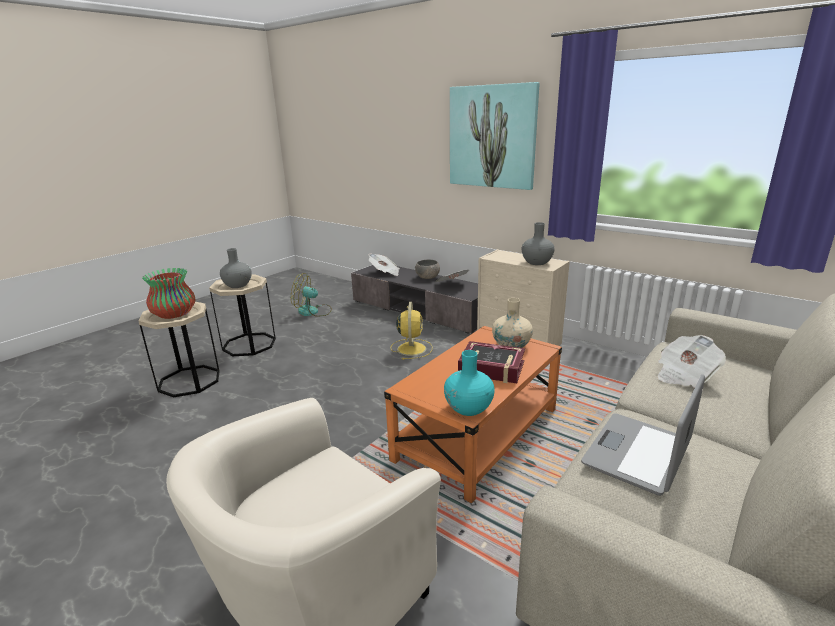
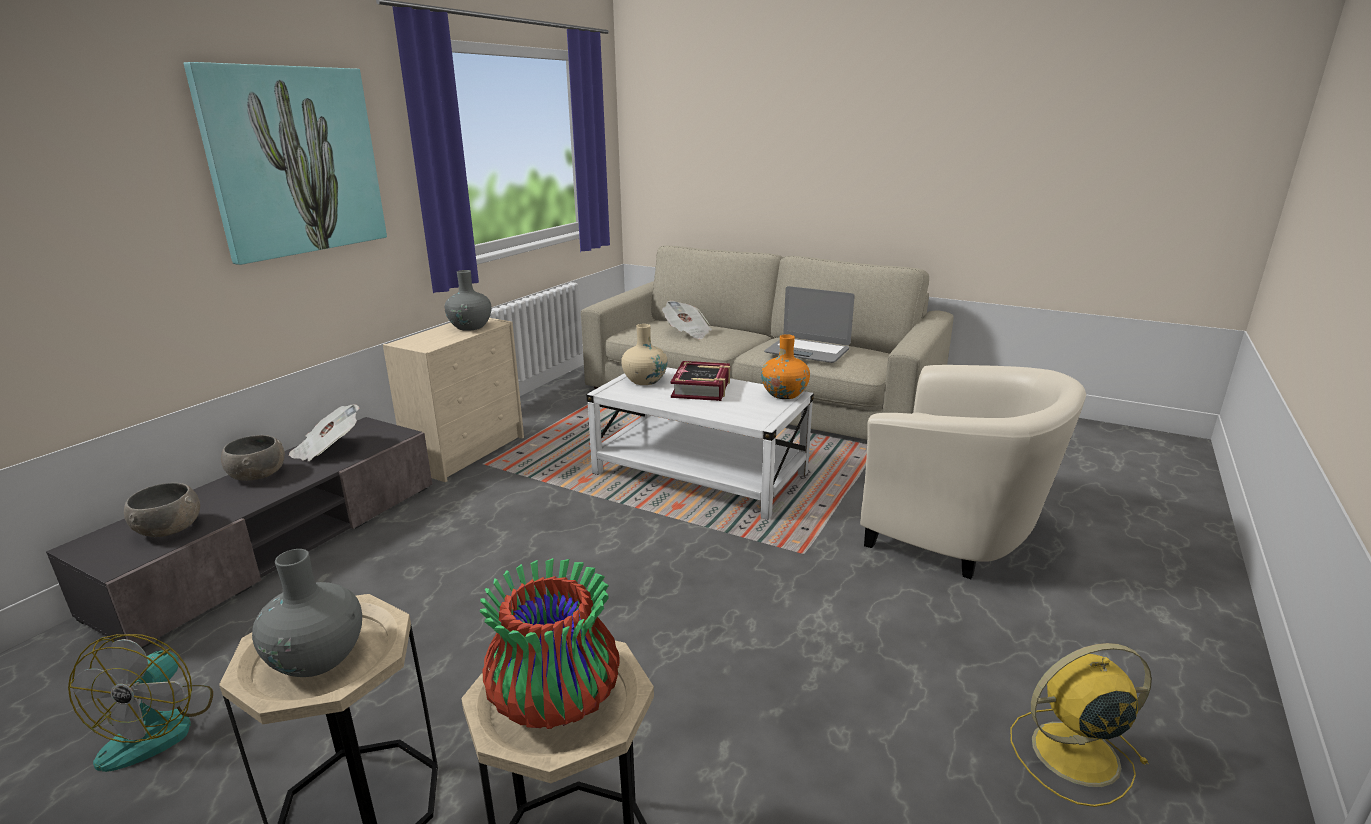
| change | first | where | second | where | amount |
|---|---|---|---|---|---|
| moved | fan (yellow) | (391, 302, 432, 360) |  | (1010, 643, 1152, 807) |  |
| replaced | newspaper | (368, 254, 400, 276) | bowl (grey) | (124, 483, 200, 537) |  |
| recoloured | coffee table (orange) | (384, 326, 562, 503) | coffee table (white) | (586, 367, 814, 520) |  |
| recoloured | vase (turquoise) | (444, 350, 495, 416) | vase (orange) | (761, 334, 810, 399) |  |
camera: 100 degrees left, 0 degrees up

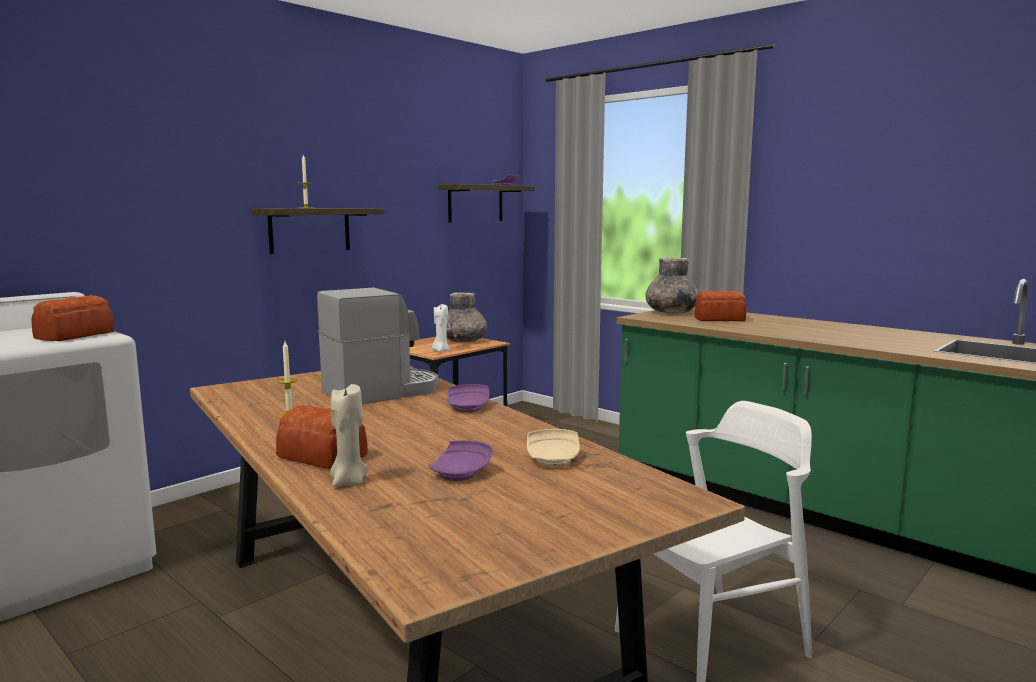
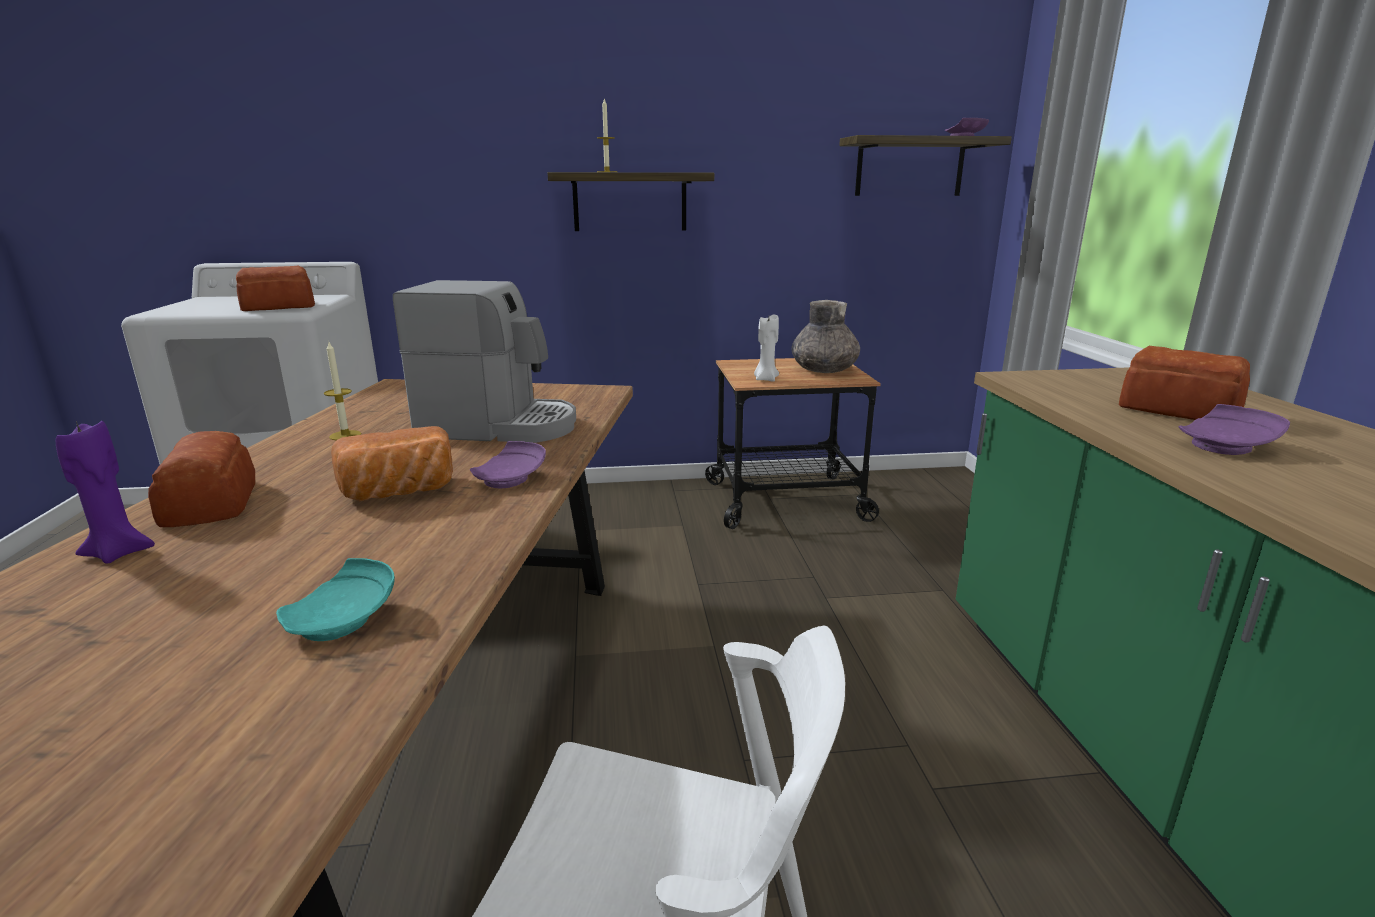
| change | first | where | second | where | amount |
|---|---|---|---|---|---|
| removed | vase (grey) | (645, 258, 699, 314) |  |  |  |
| added |  |  | bread | (331, 426, 453, 501) |  |
| moved | plate (purple) | (429, 440, 493, 481) |  | (1178, 404, 1290, 455) |  |
| recoloured | candle (beige) | (330, 384, 369, 487) | candle (purple) | (56, 421, 155, 564) |  |
| recoloured | plate (beige) | (527, 429, 580, 468) | plate (turquoise) | (276, 558, 395, 641) |  |
camera: 40 degrees right, 10 degrees up

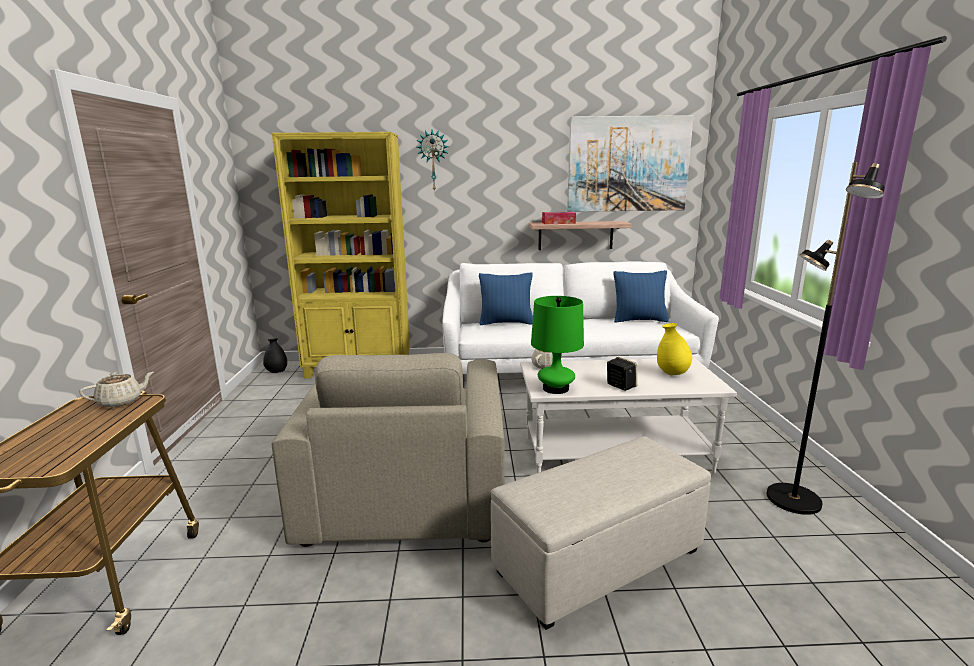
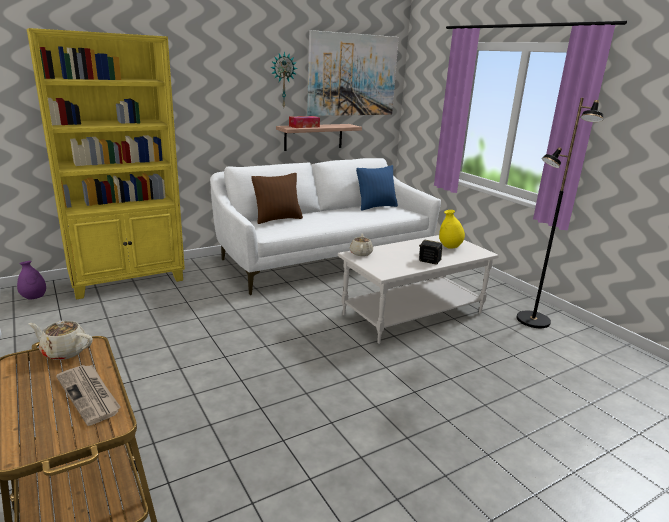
| change | first | where | second | where | amount |
|---|---|---|---|---|---|
| removed | armchair (beige) | (272, 353, 505, 547) |  |  |  |
| removed | ottoman (beige) | (491, 436, 711, 630) |  |  |  |
| removed | table lamp (green) | (531, 296, 584, 394) |  |  |  |
| added |  |  | newspaper | (56, 365, 121, 426) |  |
| moved | wall clock | (417, 130, 449, 192) |  | (270, 52, 298, 107) |  |
| recoloured | vase (black) | (263, 338, 287, 373) | vase (purple) | (17, 261, 46, 300) |  |
| recoloured | pillow (blue) | (479, 272, 533, 325) | pillow (brown) | (251, 173, 303, 224) |  |
| turned | teapot (beige) | (79, 372, 154, 407) |  | (28, 321, 93, 360) | 105 degrees counterclockwise |
camera: 30 degrees left, 5 degrees up

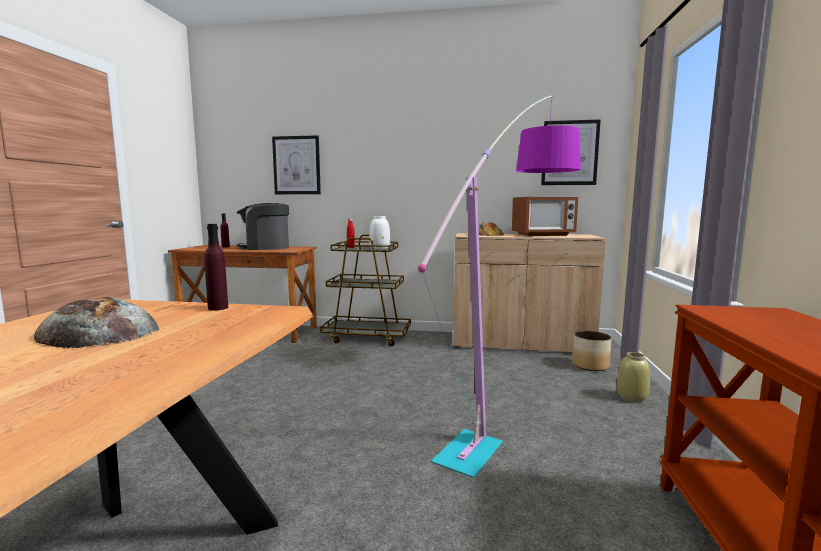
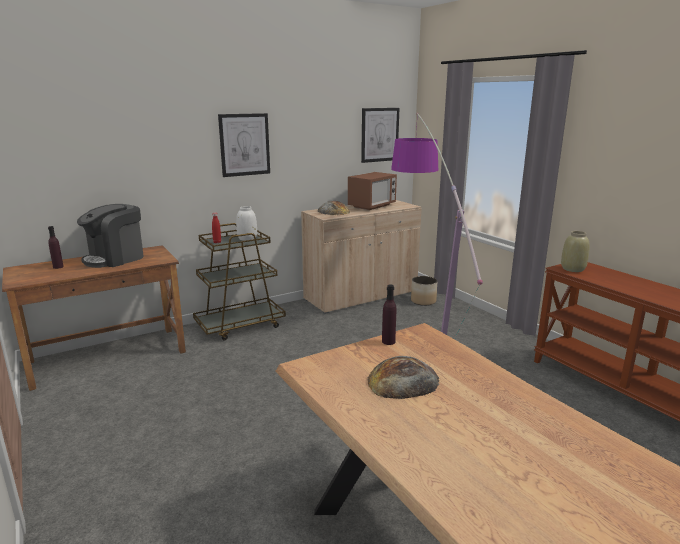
| change | first | where | second | where | amount |
|---|---|---|---|---|---|
| moved | picture | (272, 135, 321, 194) |  | (218, 113, 270, 177) |  |
| moved | vase (beige) | (617, 352, 650, 402) |  | (561, 231, 590, 272) |  |
camera: 40 degrees left, 10 degrees up

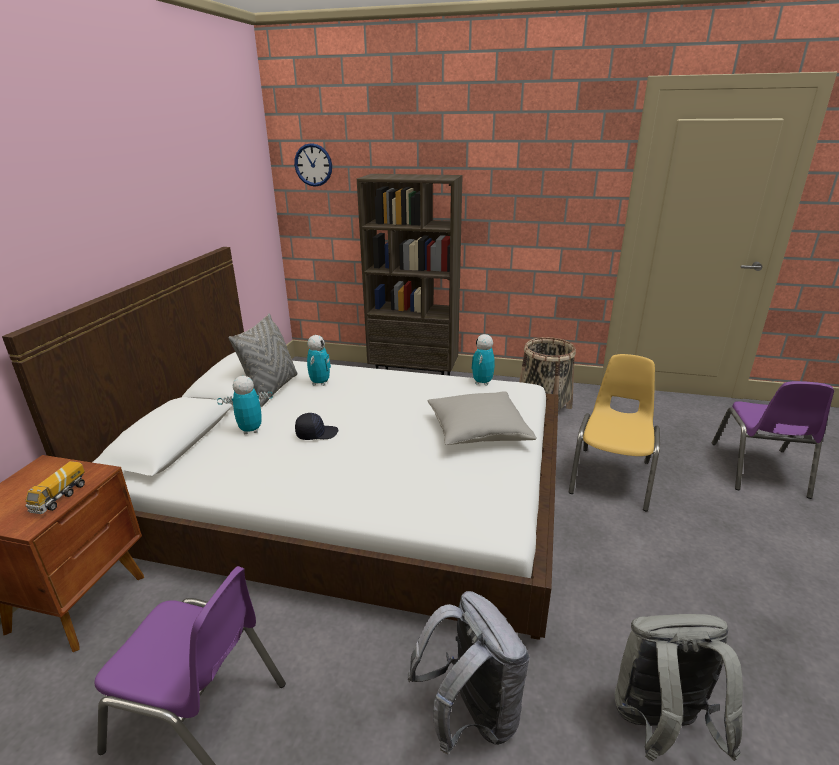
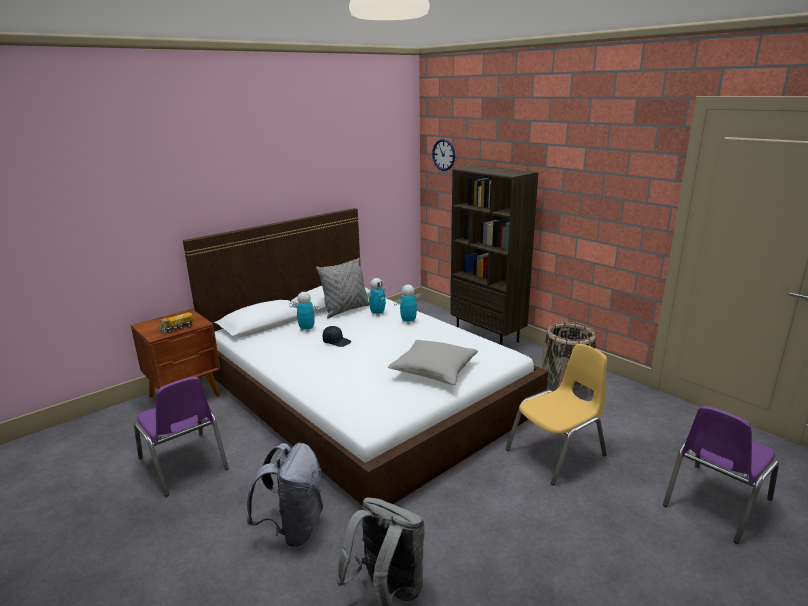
| change | first | where | second | where | amount |
|---|---|---|---|---|---|
| moved | toy robot | (471, 334, 495, 386) |  | (394, 285, 422, 324) |  |
camera: 35 degrees right, 5 degrees down

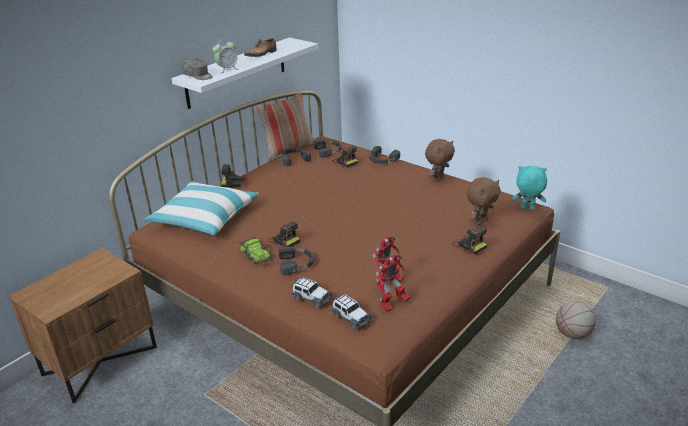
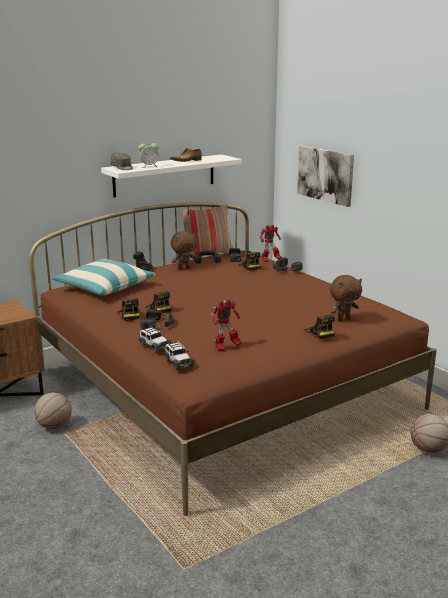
| change | first | where | second | where | amount |
|---|---|---|---|---|---|
| removed | plush toy (turquoise) | (512, 166, 547, 210) |  |  |  |
| added |  |  | basketball | (34, 393, 72, 429) |  |
| added |  |  | picture | (297, 146, 354, 207) |  |
| moved | toy robot | (376, 254, 410, 312) |  | (260, 224, 282, 262) |  |
| moved | plush toy (brown) | (425, 139, 455, 182) |  | (171, 231, 196, 270) |  |
| replaced | toy car | (238, 237, 274, 267) | photo camera | (117, 298, 140, 321) |  |
camera: 15 degrees right, 10 degrees down

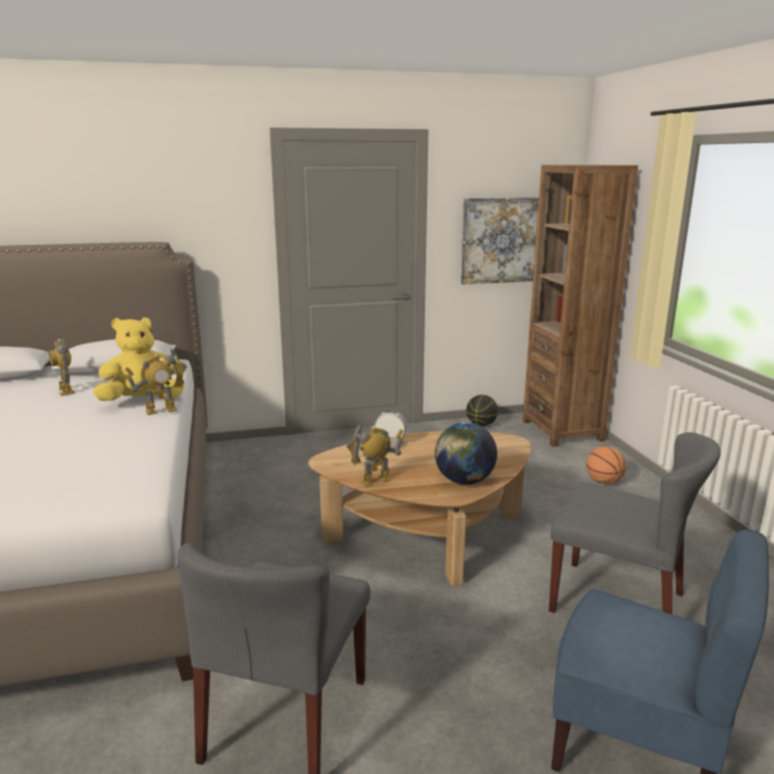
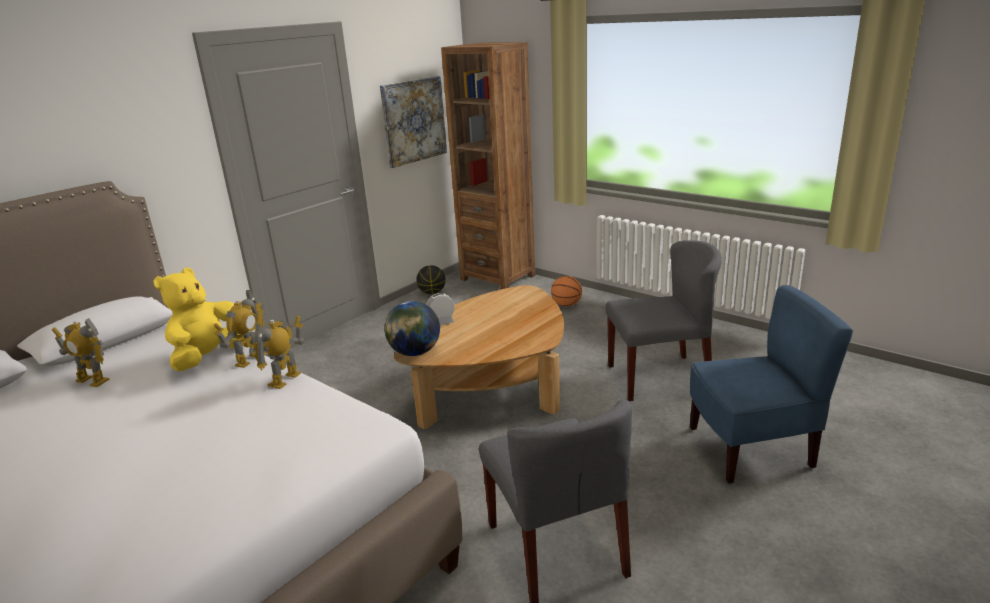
| change | first | where | second | where | amount |
|---|---|---|---|---|---|
| moved | toy robot | (346, 424, 404, 487) |  | (249, 316, 304, 389) |  |
| moved | globe | (435, 422, 497, 485) |  | (385, 301, 440, 356) |  |
camera: 35 degrees left, 5 degrees up

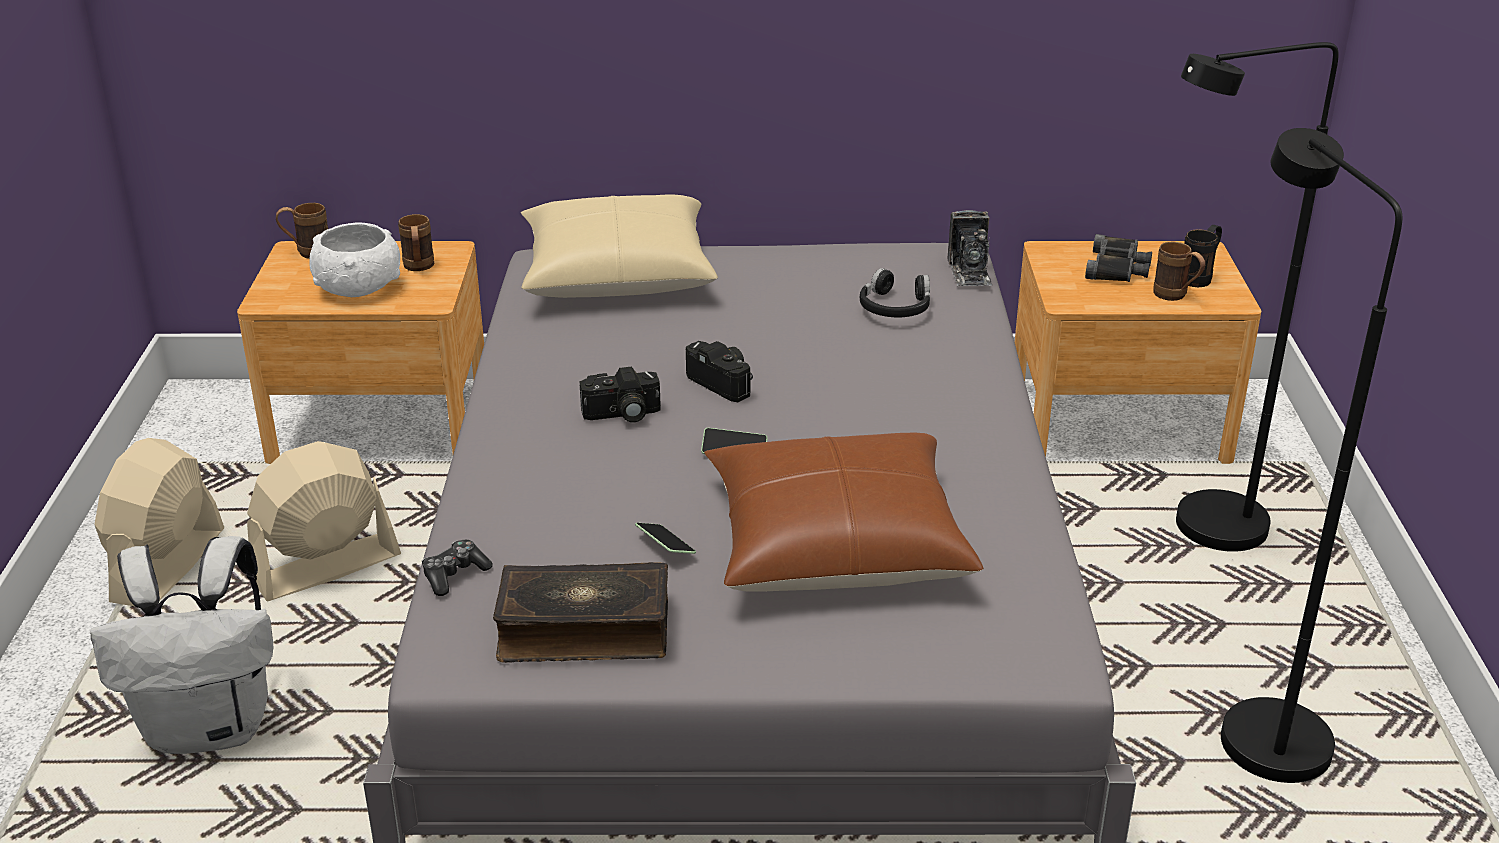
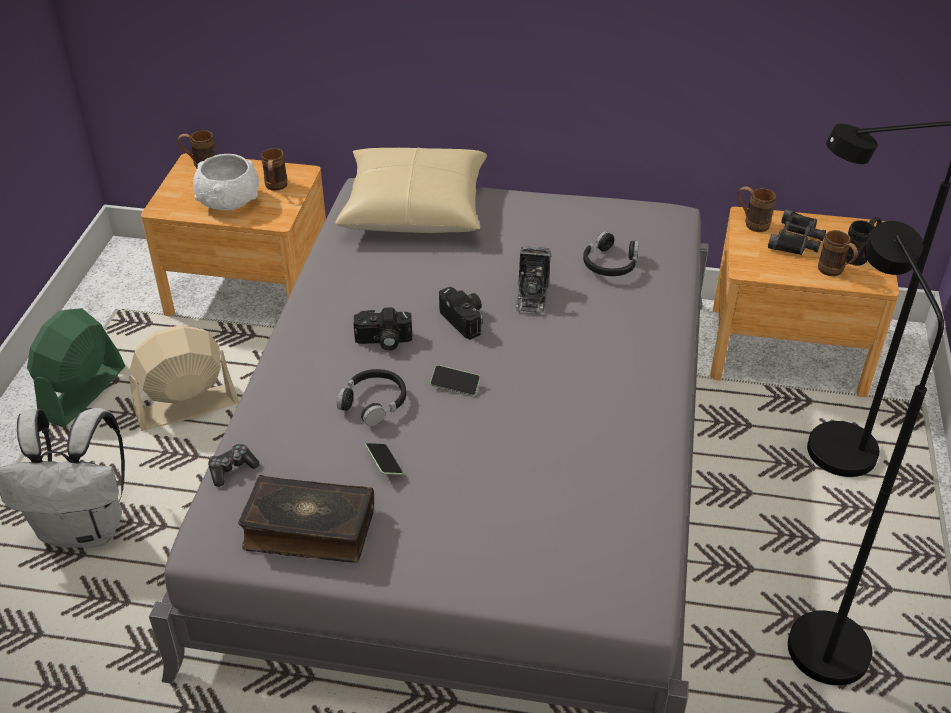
| change | first | where | second | where | amount |
|---|---|---|---|---|---|
| removed | pillow (brown) | (704, 433, 984, 592) |  |  |  |
| added |  |  | headphones (black) | (337, 369, 406, 426) |  |
| added |  |  | mug (brown) | (737, 186, 776, 232) |  |
| moved | photo camera | (947, 210, 992, 286) |  | (515, 246, 551, 314) |  |
| recoloured | fan (beige) | (94, 438, 224, 606) | fan (green) | (27, 308, 125, 428) |  |
camera: 10 degrees right, 10 degrees up

